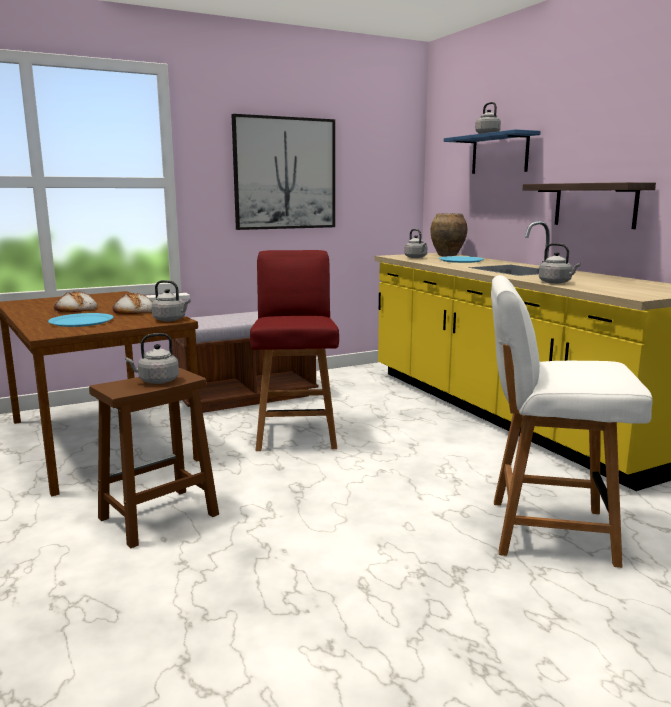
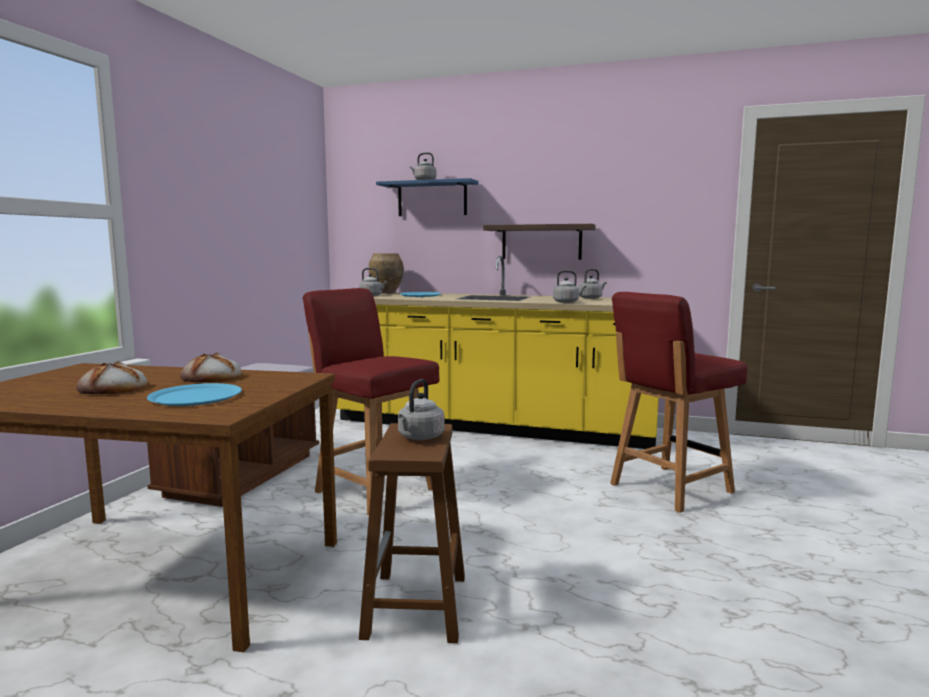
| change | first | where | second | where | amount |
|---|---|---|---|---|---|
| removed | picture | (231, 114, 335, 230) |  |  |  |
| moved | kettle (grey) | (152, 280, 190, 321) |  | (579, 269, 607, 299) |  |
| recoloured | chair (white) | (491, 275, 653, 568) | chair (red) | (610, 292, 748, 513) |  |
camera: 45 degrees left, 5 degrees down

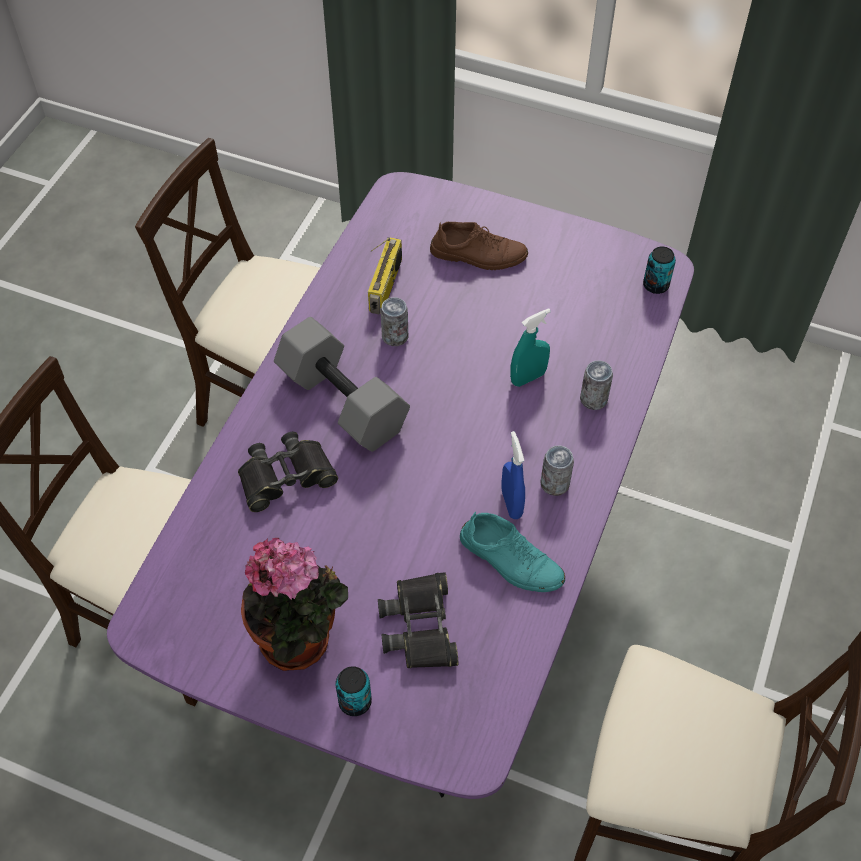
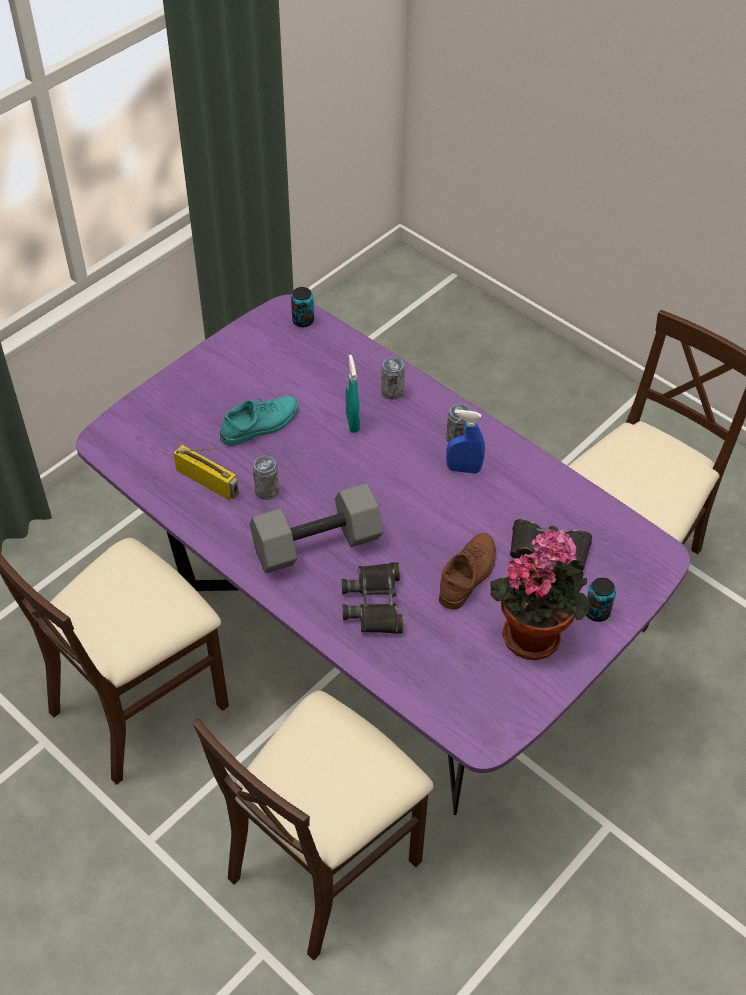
| change | first | where | second | where | amount |
|---|---|---|---|---|---|
| moved | shoe (brown) | (430, 222, 528, 270) |  | (439, 533, 496, 609) |  |
| moved | shoe (turquoise) | (460, 512, 565, 592) |  | (220, 396, 298, 446) |  |
camera: 70 degrees left, 5 degrees down

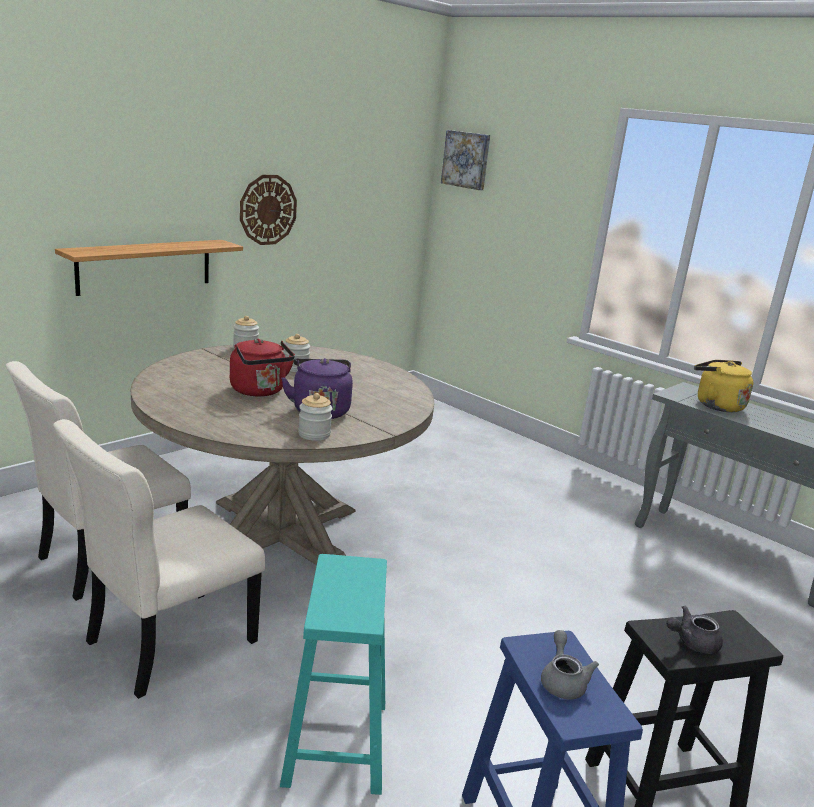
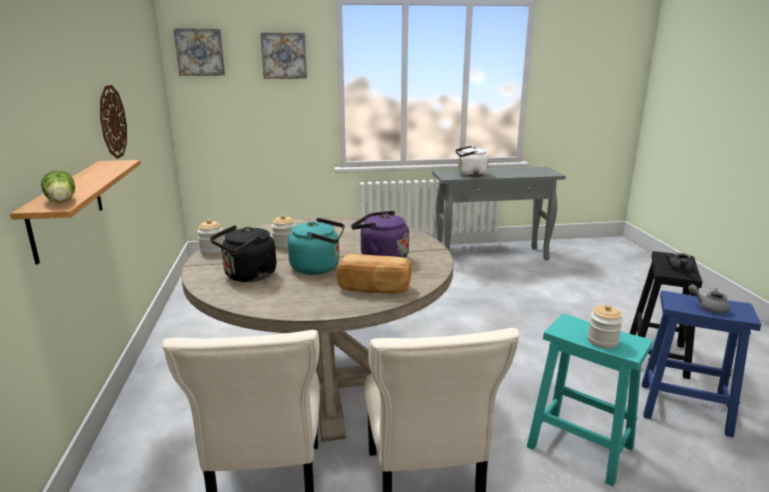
| change | first | where | second | where | amount |
|---|---|---|---|---|---|
| added |  |  | lettuce | (41, 170, 75, 203) |  |
| added |  |  | kettle (black) | (210, 225, 276, 282) |  |
| added |  |  | picture | (260, 33, 307, 79) |  |
| added |  |  | bread | (337, 254, 411, 294) |  |
| moved | jar | (298, 393, 333, 441) |  | (587, 304, 623, 348) |  |
| recoloured | kettle (red) | (230, 339, 295, 397) | kettle (turquoise) | (288, 218, 345, 275) |  |
| recoloured | kettle (yellow) | (694, 360, 753, 412) | kettle (white) | (455, 146, 489, 177) |  |
camera: 50 degrees left, 0 degrees up

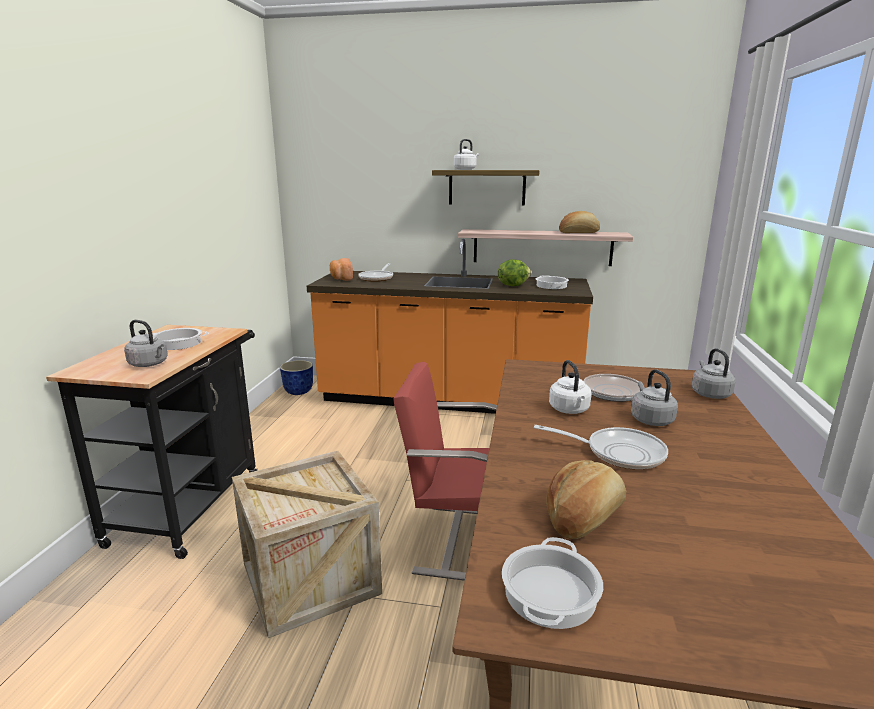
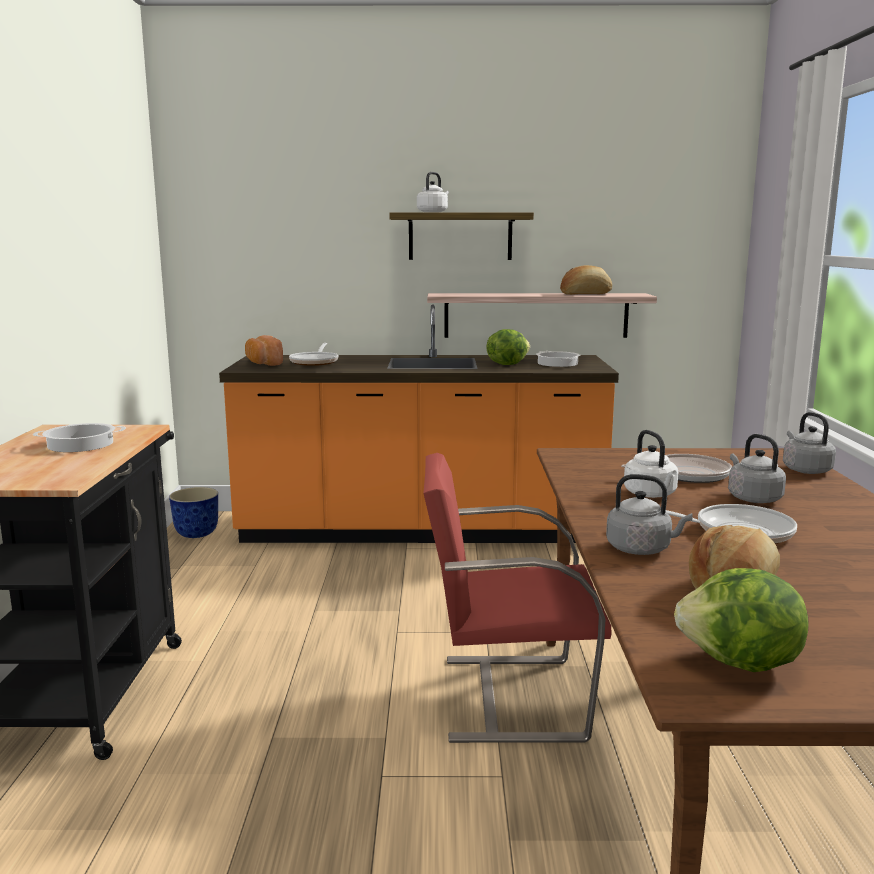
| change | first | where | second | where | amount |
|---|---|---|---|---|---|
| removed | crate | (232, 451, 382, 638) |  |  |  |
| moved | kettle (grey) | (124, 320, 168, 367) |  | (606, 474, 693, 555) |  |
| replaced | cooking pot | (502, 537, 603, 629) | lettuce | (674, 568, 809, 672) |  |
camera: 10 degrees left, 5 degrees down

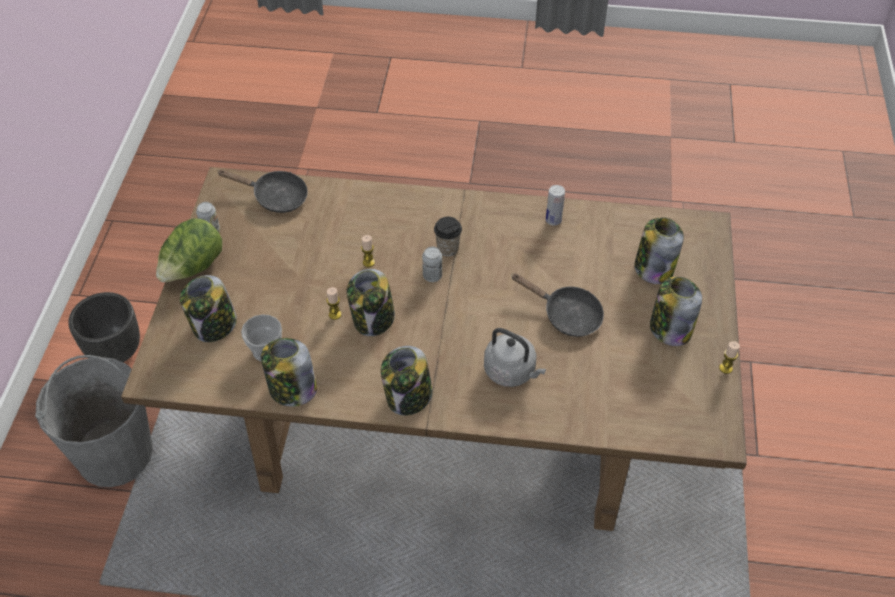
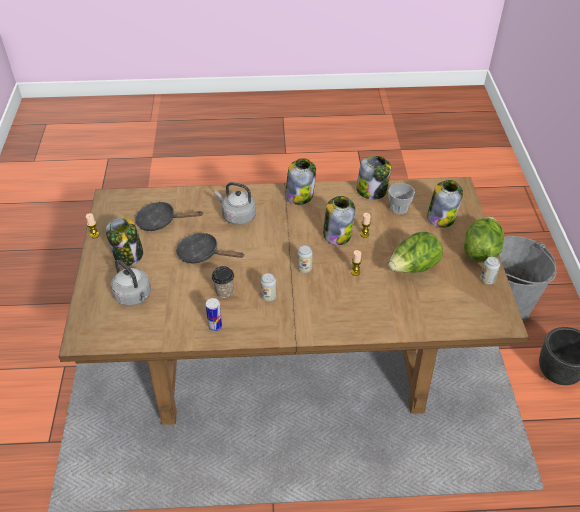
| change | first | where | second | where | amount |
|---|---|---|---|---|---|
| added |  |  | can | (260, 273, 276, 301) |  |
| added |  |  | lettuce | (388, 232, 443, 273) |  |
| moved | frying pan (black) | (217, 169, 308, 213) |  | (135, 202, 203, 231) |  |
| moved | cup | (434, 217, 462, 256) |  | (212, 266, 234, 298) |  |
| replaced | jar | (634, 217, 684, 284) | kettle (grey) | (111, 260, 151, 306) |  |
camera: 170 degrees right, 5 degrees down

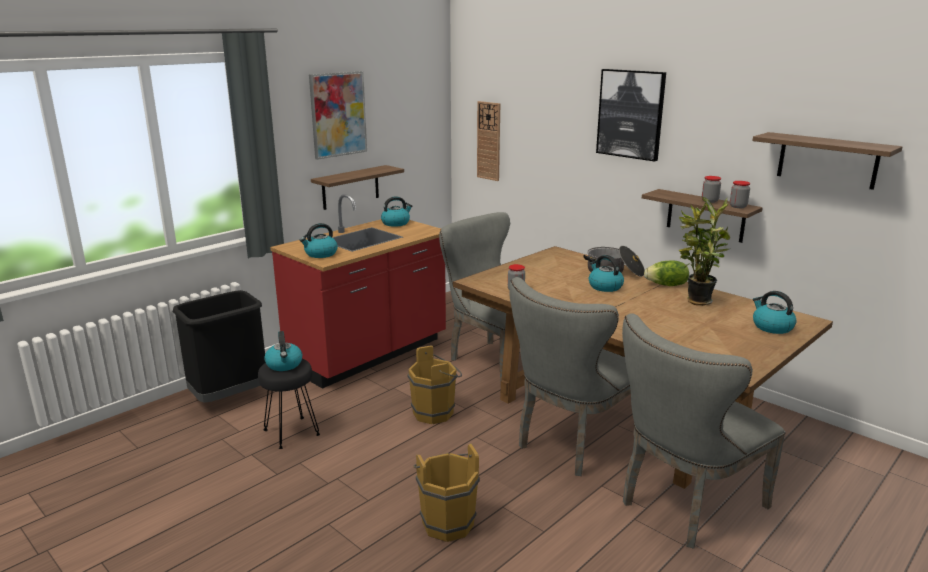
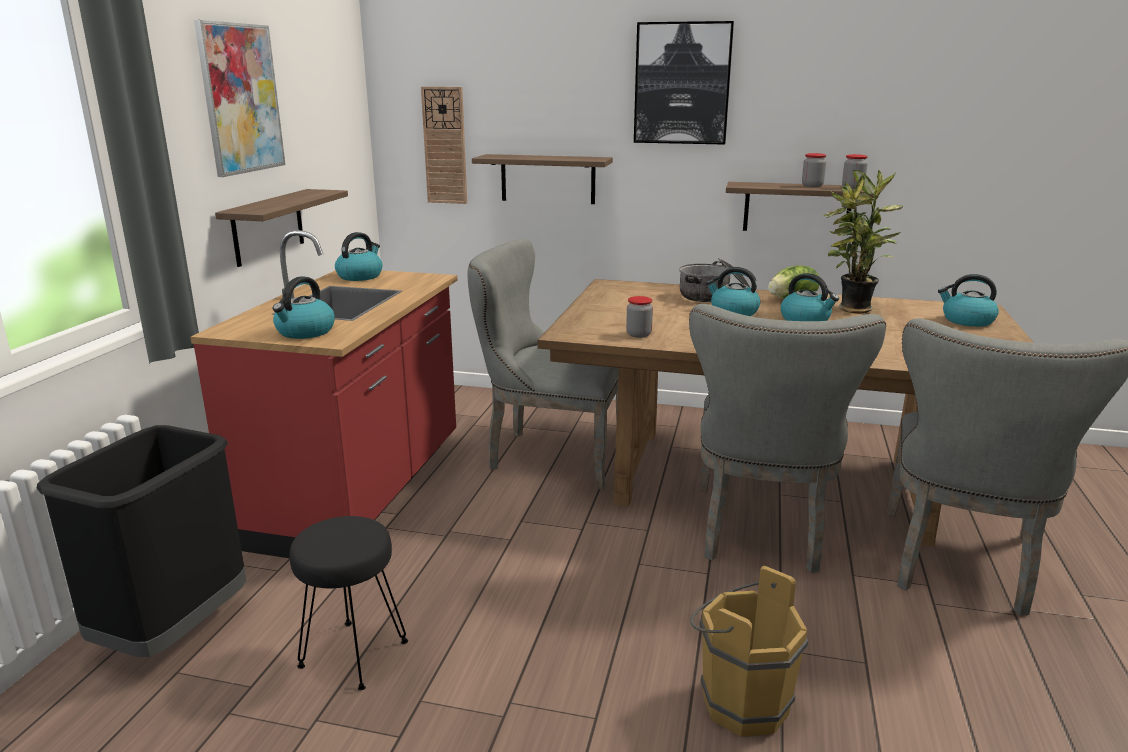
| change | first | where | second | where | amount |
|---|---|---|---|---|---|
| removed | bucket (brown) | (408, 345, 462, 424) |  |  |  |
| moved | kettle | (264, 331, 302, 371) |  | (780, 273, 839, 321) |  |
| moved | shelf | (753, 132, 903, 190) |  | (472, 154, 613, 204) |  |
camera: 30 degrees left, 0 degrees up

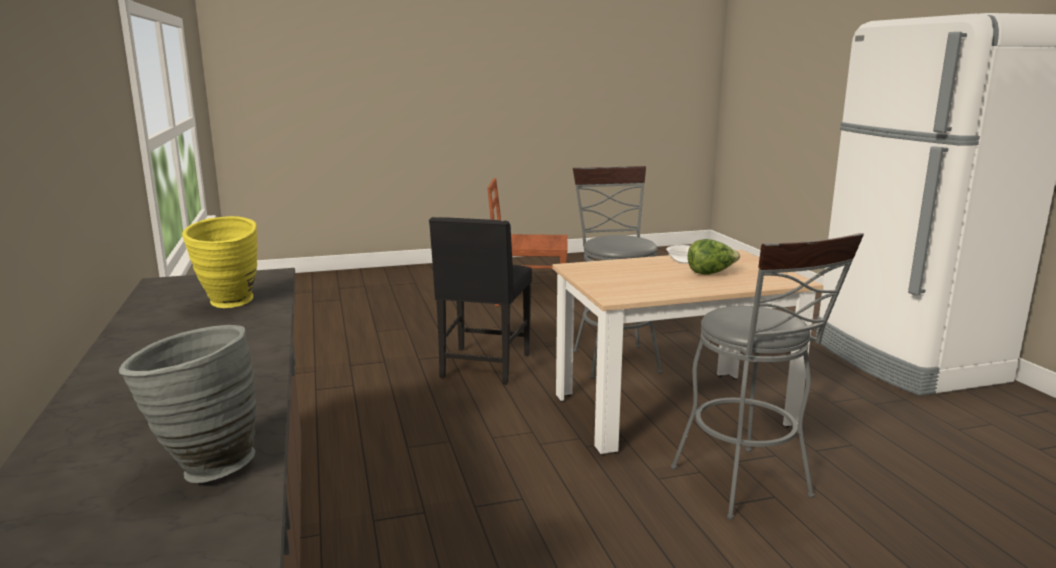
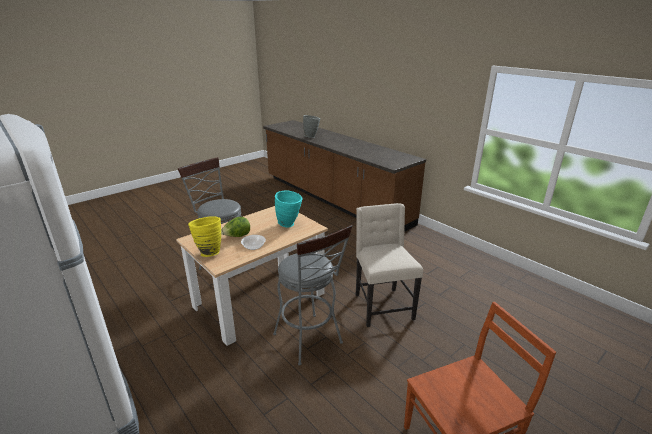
| change | first | where | second | where | amount |
|---|---|---|---|---|---|
| added |  |  | vase (turquoise) | (275, 190, 303, 228) |  |
| moved | vase (yellow) | (182, 216, 258, 308) |  | (188, 216, 221, 257) |  |
| recoloured | chair (black) | (429, 217, 532, 385) | chair (beige) | (356, 203, 423, 327) |  |
camera: 155 degrees right, 10 degrees up

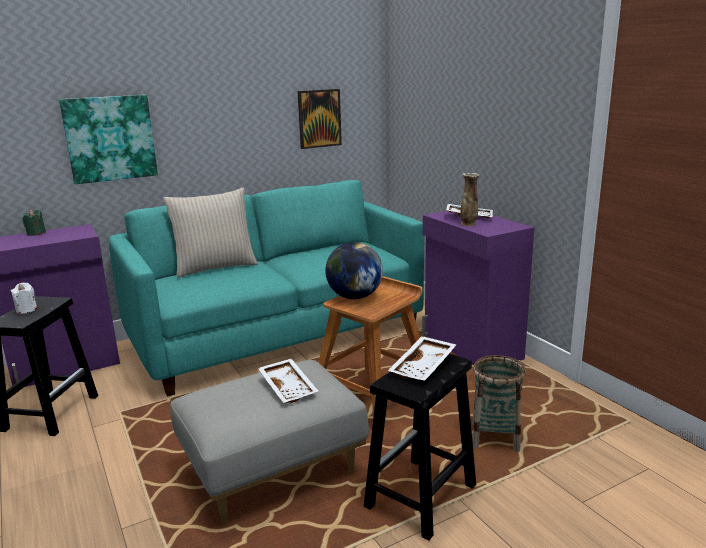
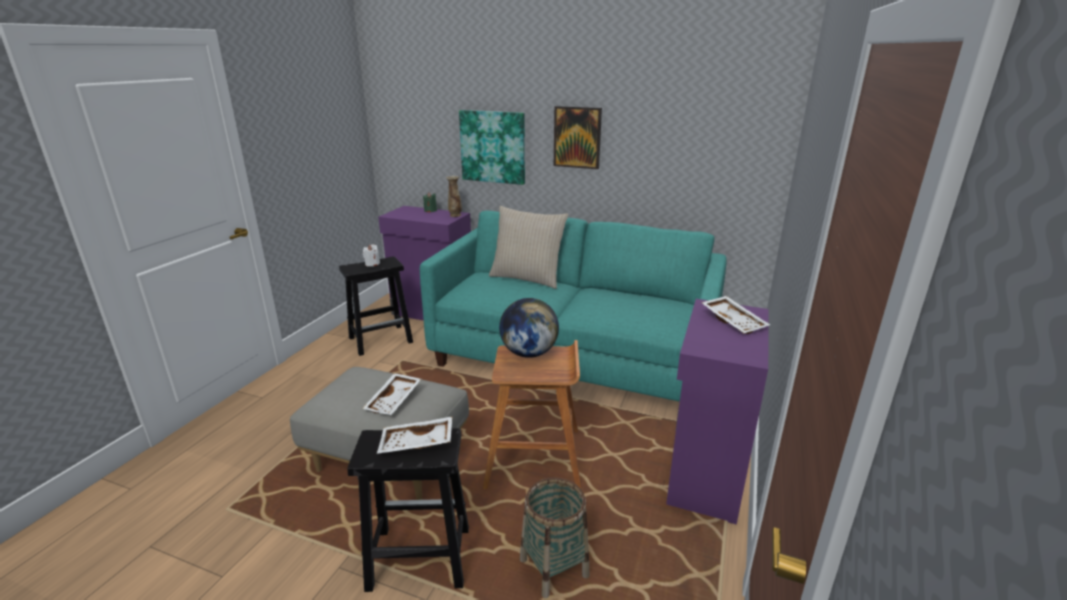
| change | first | where | second | where | amount |
|---|---|---|---|---|---|
| moved | picture | (298, 89, 342, 149) |  | (554, 106, 602, 169) |  |
| moved | vase | (460, 173, 480, 226) |  | (446, 176, 462, 217) |  |
camera: 50 degrees right, 5 degrees up

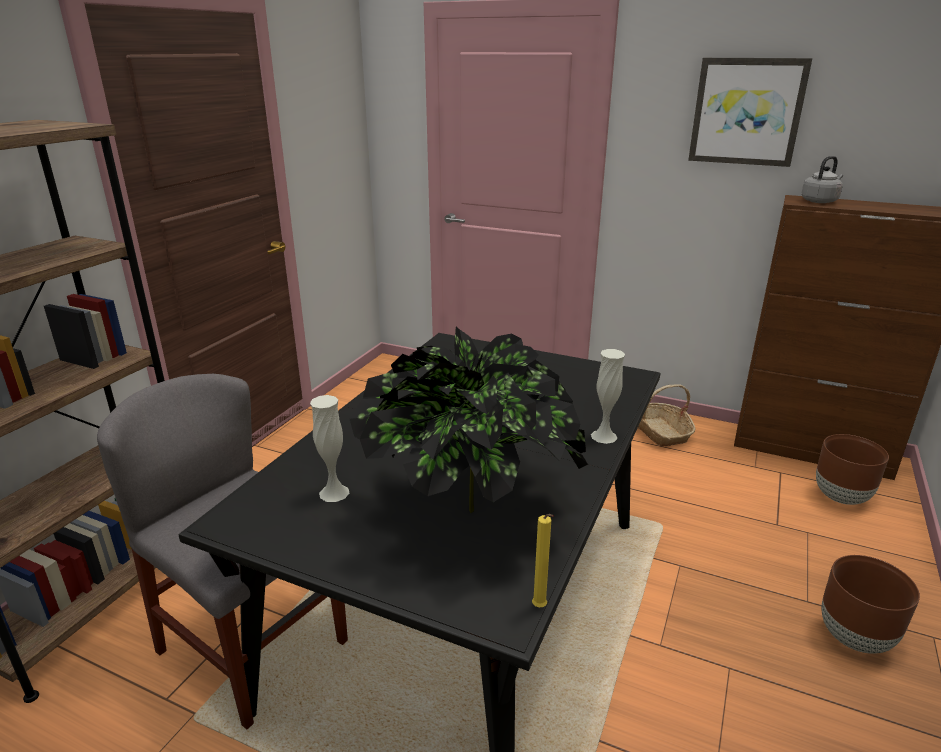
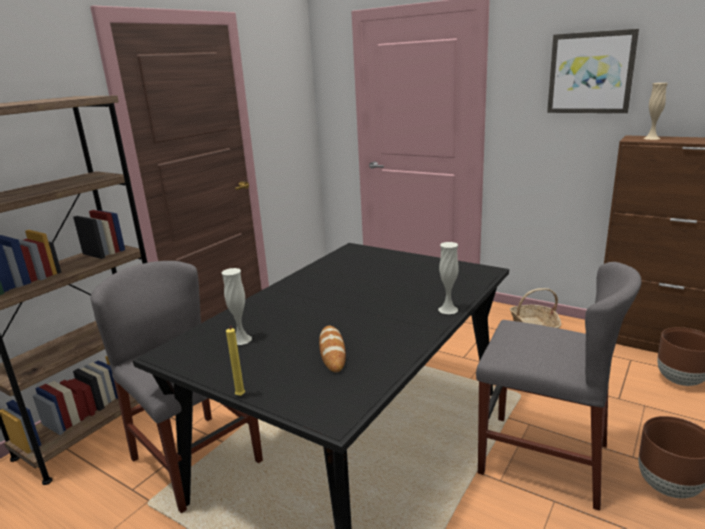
| change | first | where | second | where | amount |
|---|---|---|---|---|---|
| added |  |  | chair (grey) | (476, 262, 642, 511) |  |
| moved | candle (yellow) | (532, 514, 554, 607) |  | (226, 326, 245, 396) |  |
| replaced | potted plant | (350, 326, 588, 513) | bread | (319, 326, 346, 372) |  |
| replaced | kettle (grey) | (801, 156, 843, 203) | vase (beige) | (644, 83, 668, 140) |  |
camera: 10 degrees right, 5 degrees down

